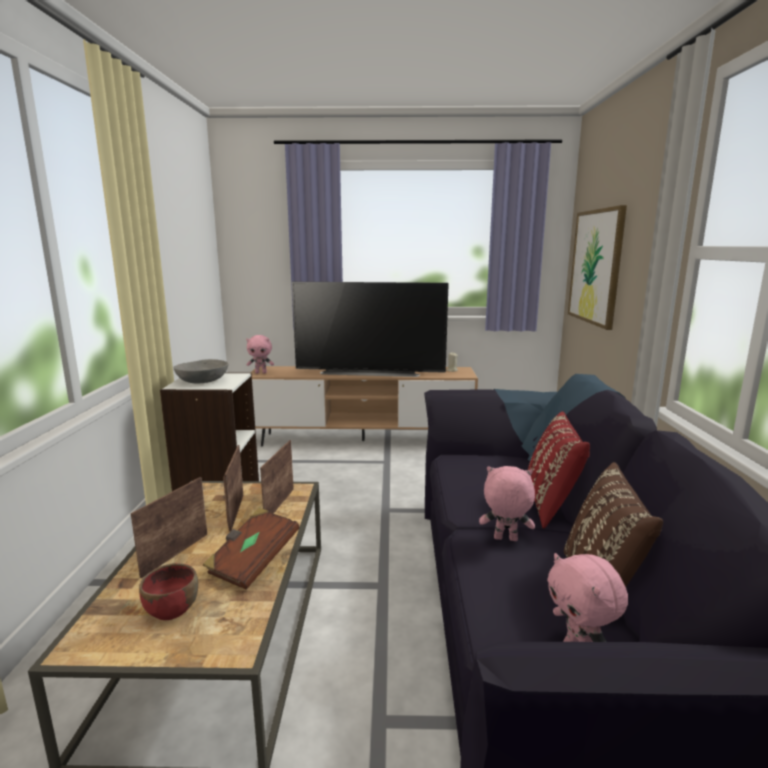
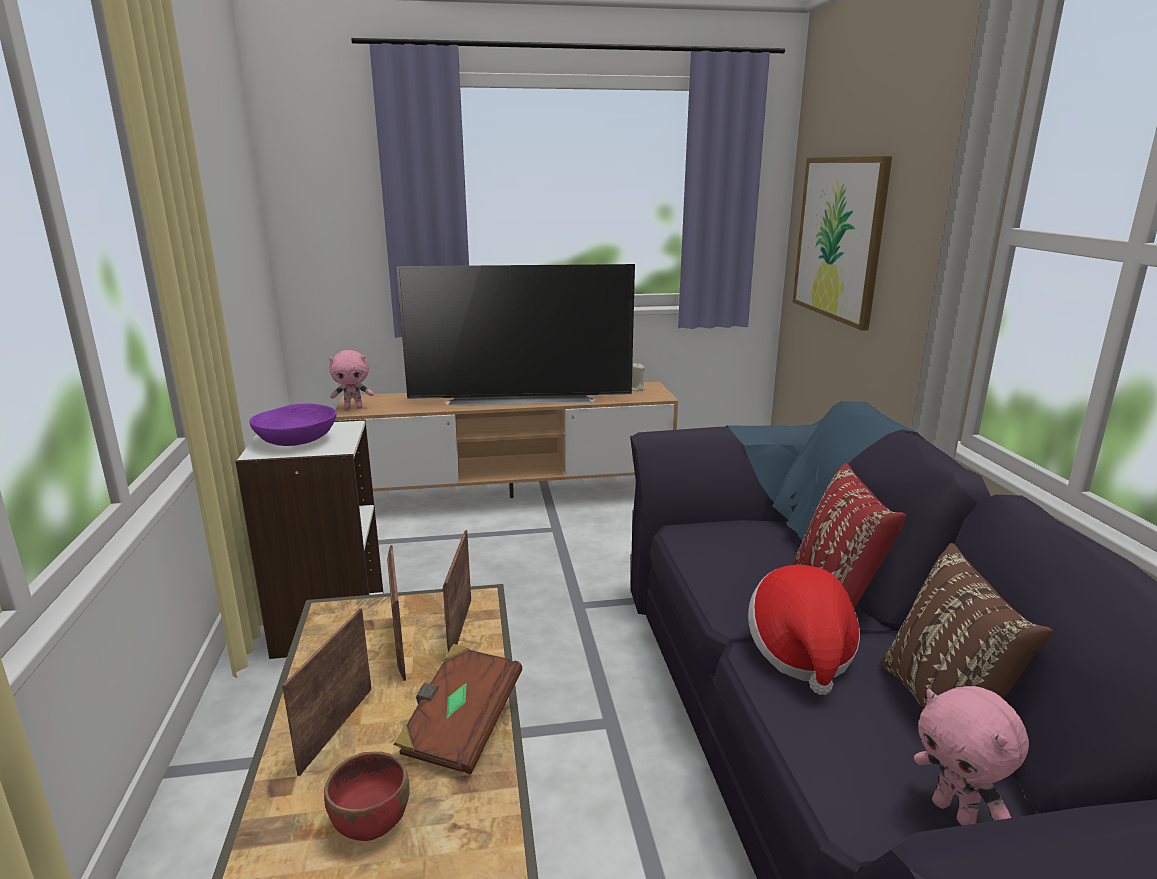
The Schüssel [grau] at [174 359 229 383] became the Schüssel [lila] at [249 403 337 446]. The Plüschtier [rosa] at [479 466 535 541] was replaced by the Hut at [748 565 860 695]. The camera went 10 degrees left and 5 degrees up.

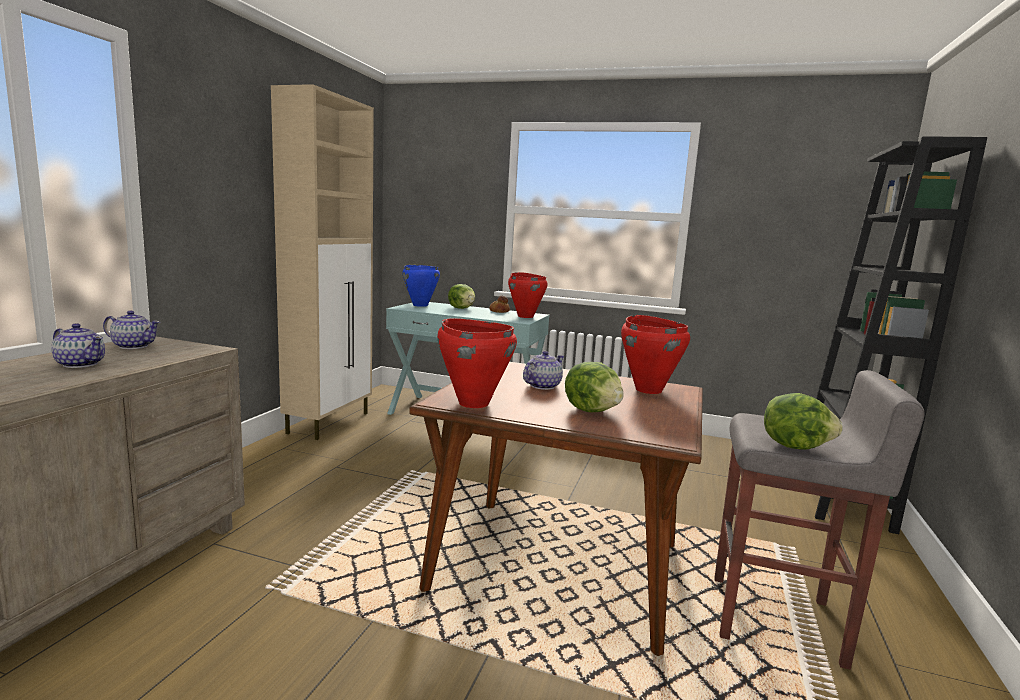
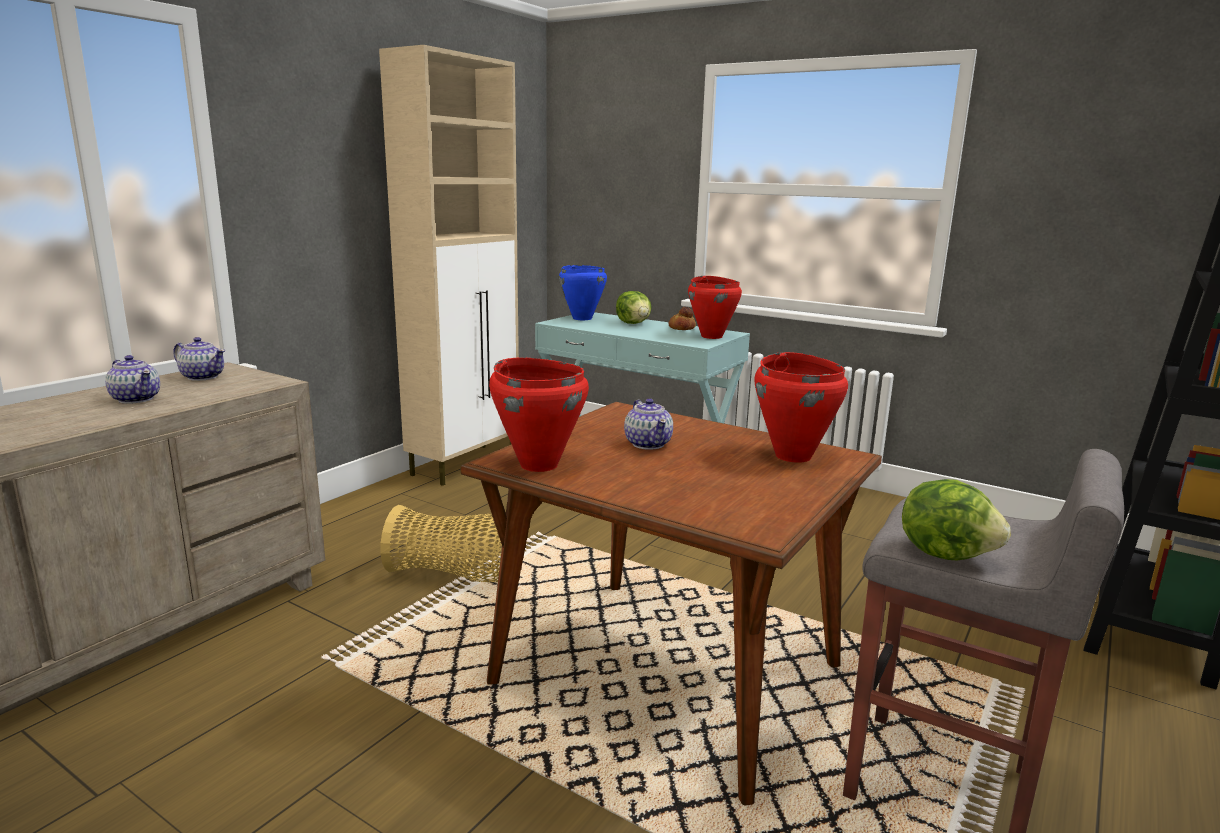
The Korb at [380 505 502 582] appeared. The Teekanne at [523 351 564 390] turned 105 degrees clockwise. The Salatkopf at [565 362 624 412] disappeared. The camera went 15 degrees right and 5 degrees up.

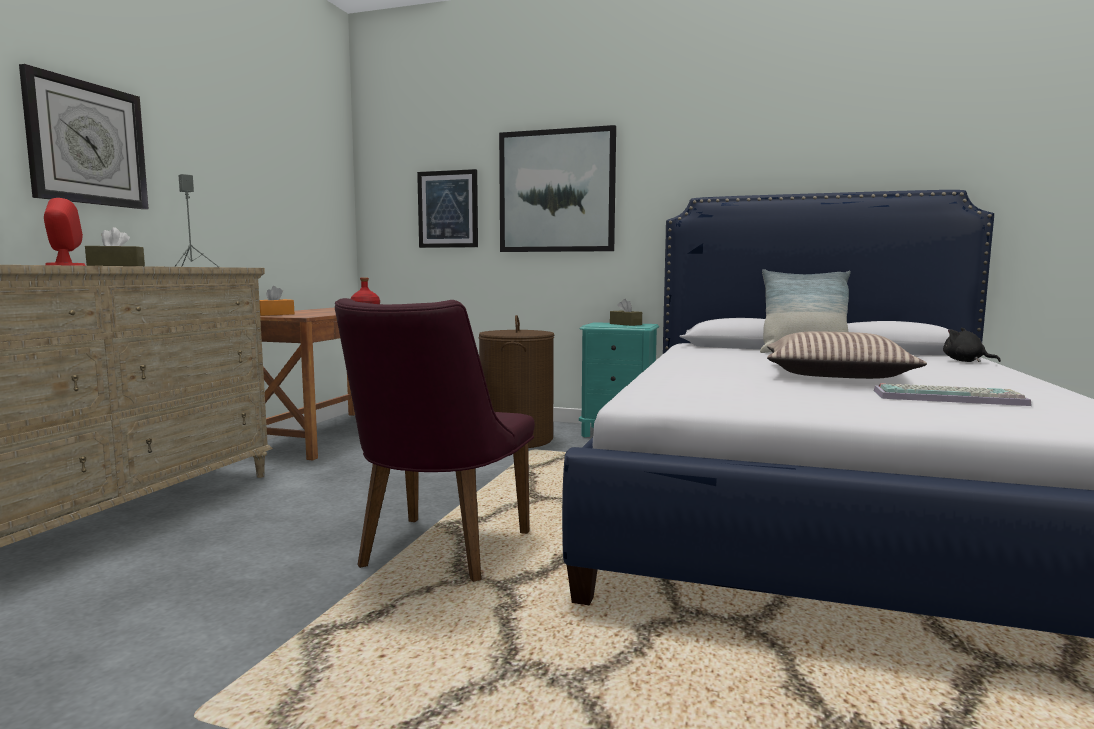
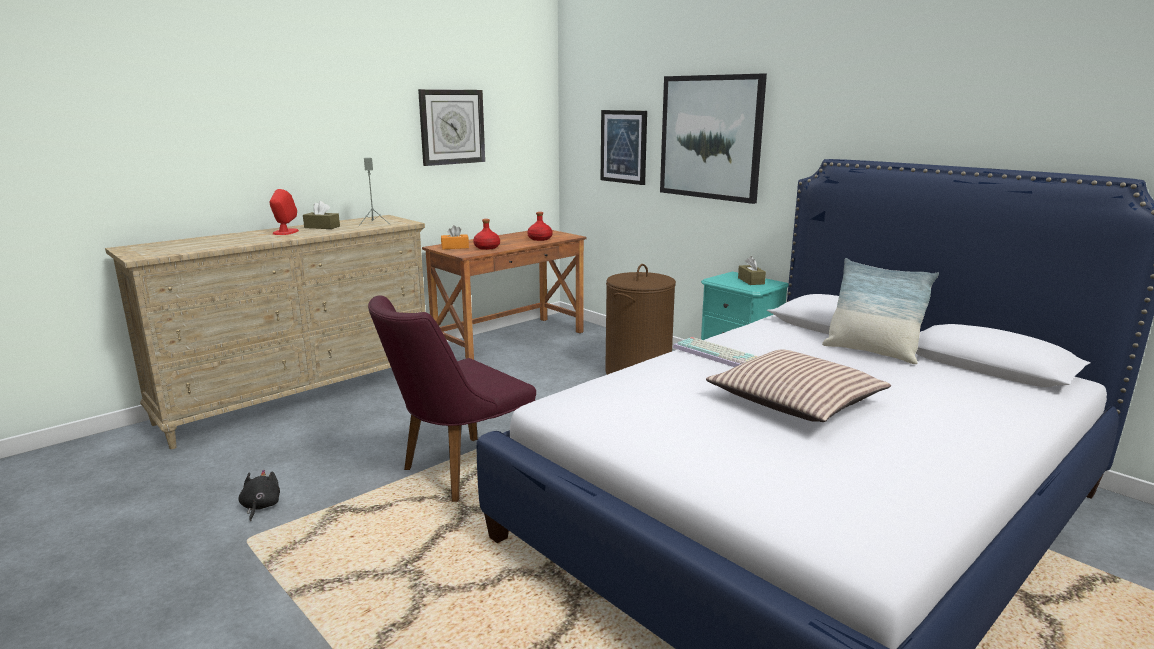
The Plüschtier [schwarz] moved from [943 328 1001 362] to [238 470 280 521]. The Wanduhr moved from [19 64 148 209] to [418 89 485 166]. The Flasche [rot] at [473 219 500 250] appeared. The Tastatur moved from [874 383 1032 406] to [673 337 758 367]. The camera went 30 degrees right and 10 degrees up.

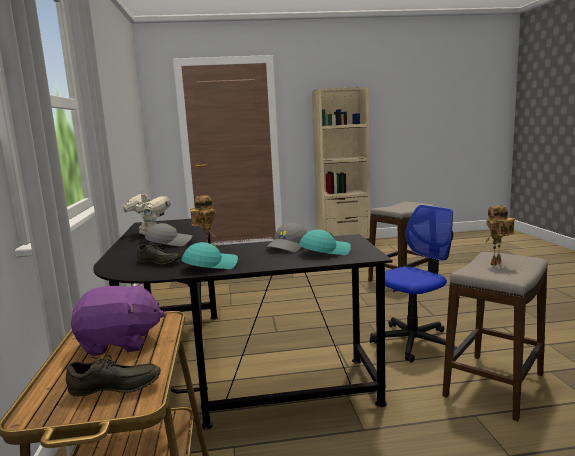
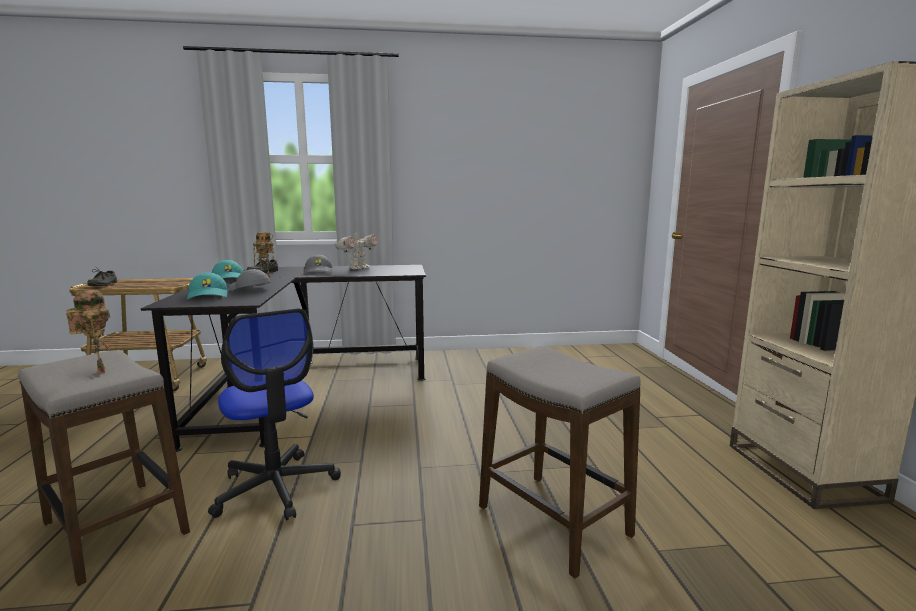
The Plüschtier [lila] at [71 283 165 356] disappeared. The camera went 90 degrees right and 0 degrees up.

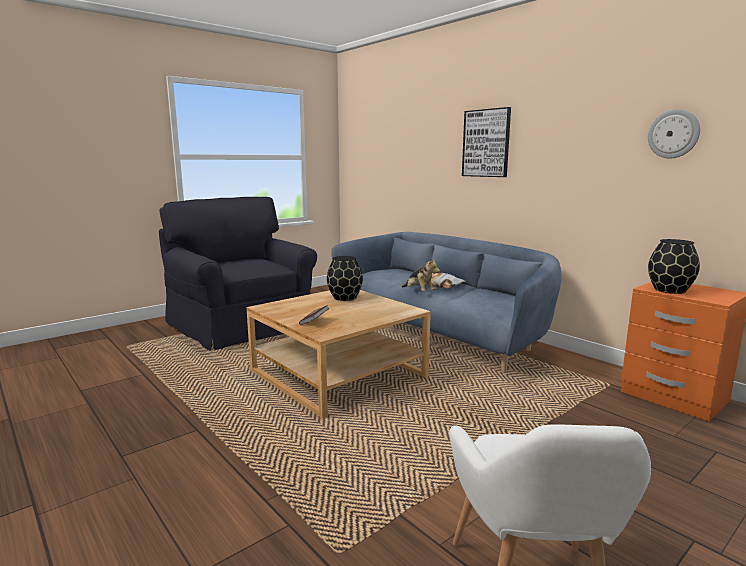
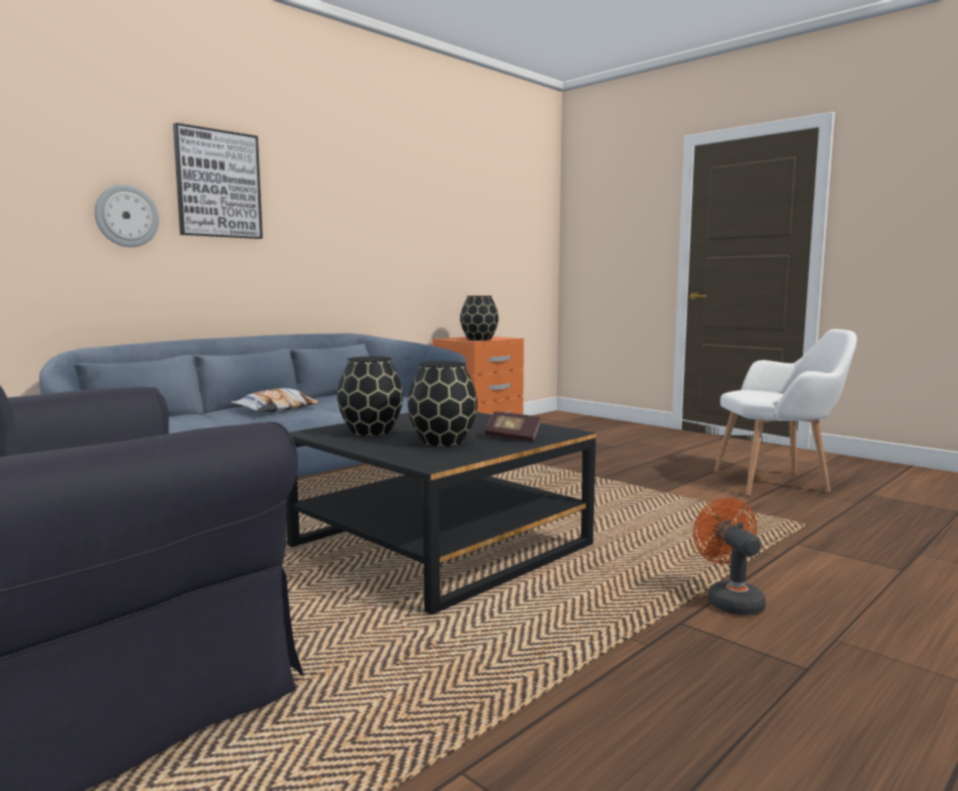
The Wanduhr moved from [648 109 700 159] to [95 184 159 247]. The Couchtisch [beige] at [246 290 431 418] became the Couchtisch [schwarz] at [286 412 596 615]. The Vase [schwarz] at [408 361 478 447] appeared. The Ventilator [orange] at [693 497 766 615] appeared. The Plüschtier at [402 258 440 291] disappeared. The camera went 95 degrees left and 5 degrees down.

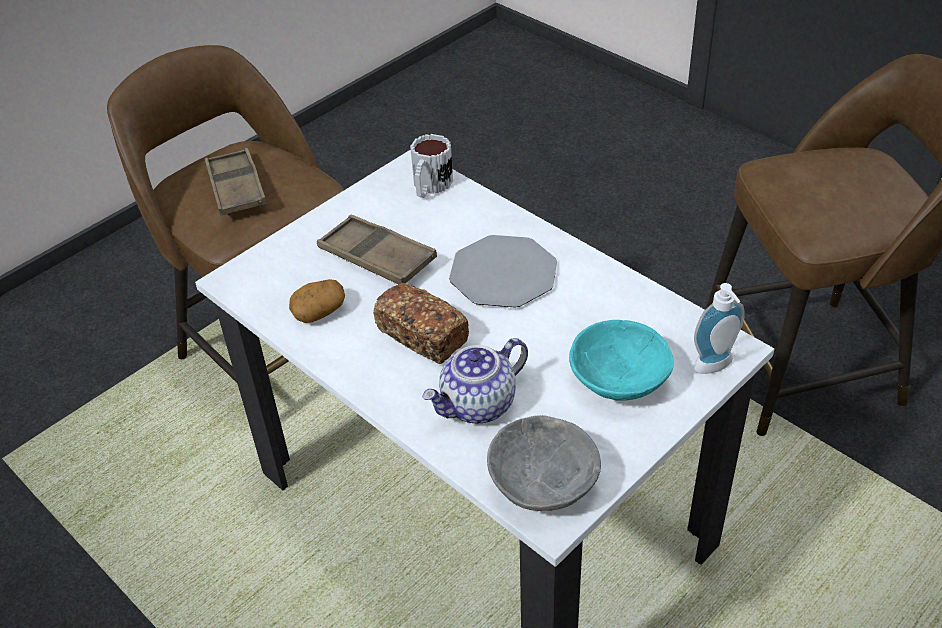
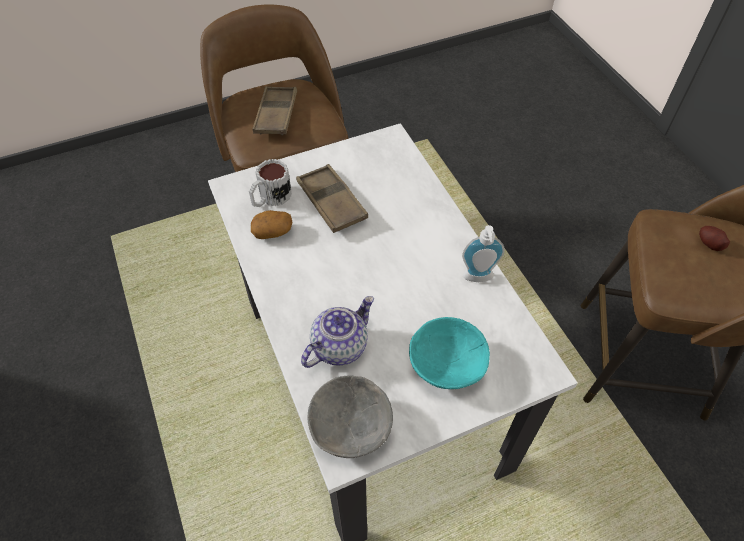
The Henkelbecher moved from [410 134 453 198] to [249 159 291 207]. The Teekanne at [422 338 528 423] turned 150 degrees clockwise. The Seifenspender moved from [693 283 745 374] to [462 225 505 282]. The Kartoffel at [699 226 730 251] appeared. The Brot at [373 283 469 364] disappeared. The Teller at [449 235 557 308] disappeared. The camera went 20 degrees right and 10 degrees up.

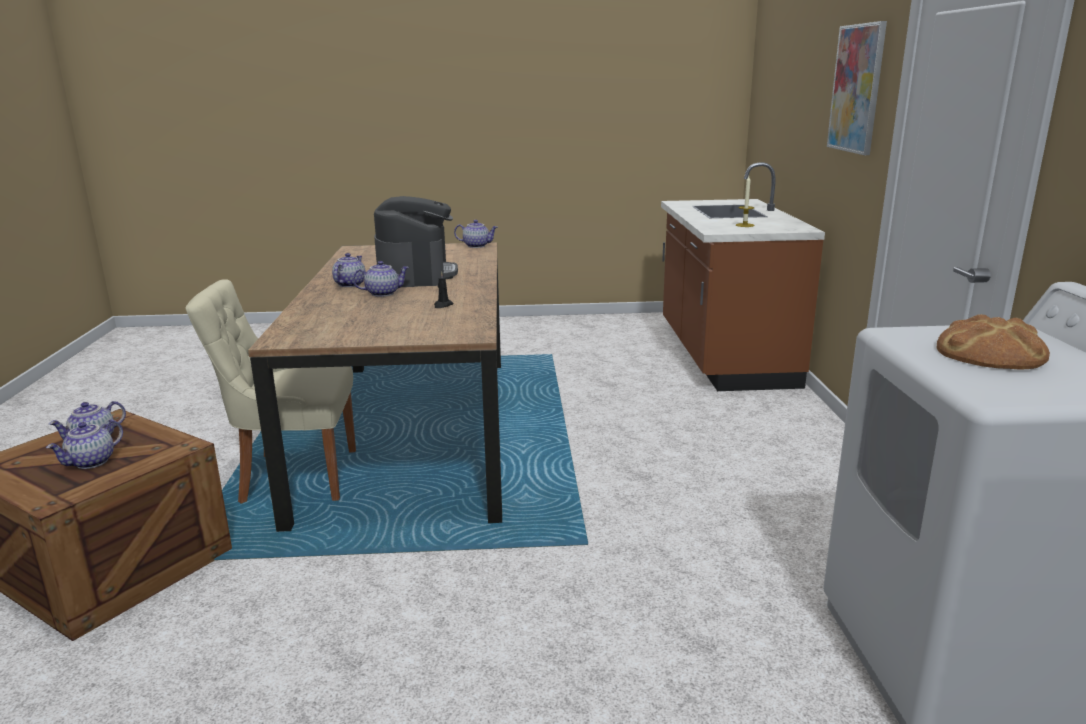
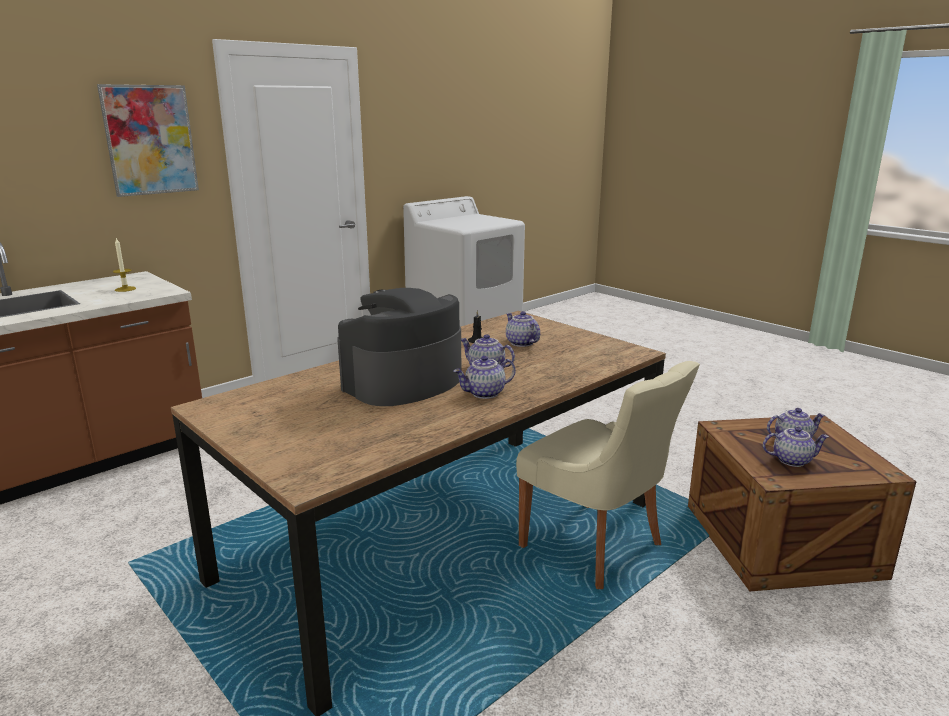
The Teekanne moved from [454 220 498 248] to [506 311 540 347]. The Brot at [937 314 1050 370] disappeared. The camera went 130 degrees left and 0 degrees up.

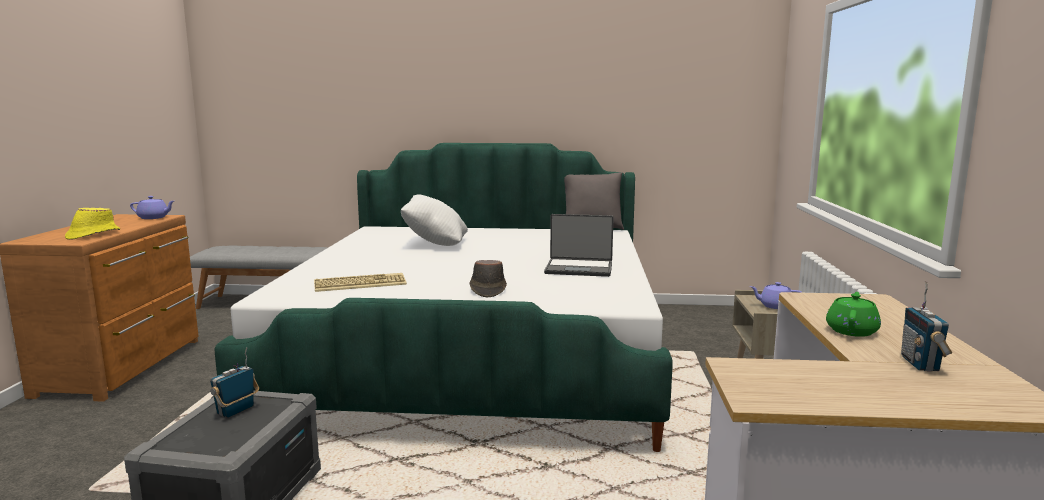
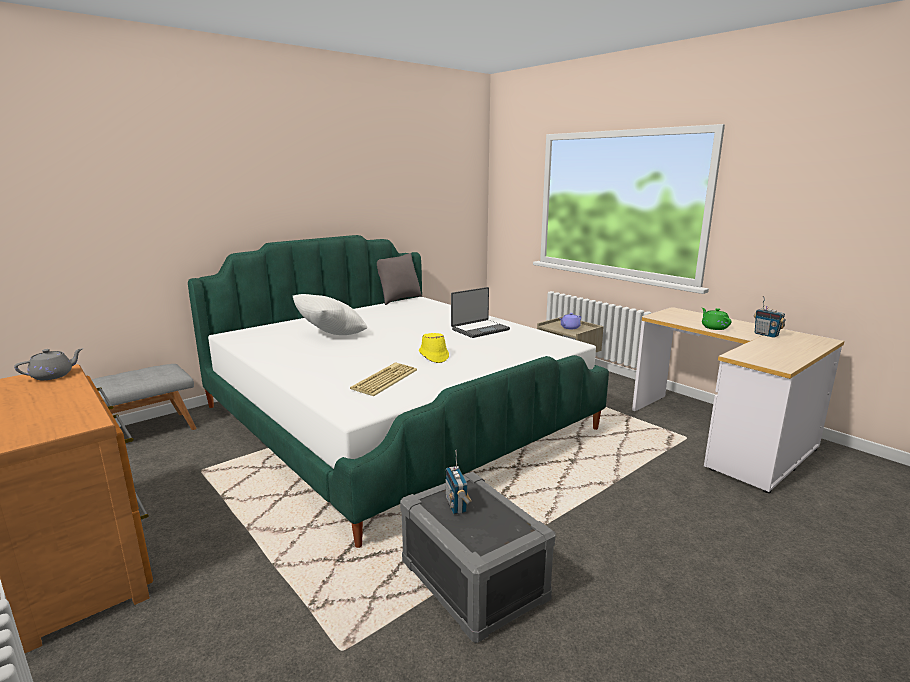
The Teekanne [lila] at [130 196 174 219] became the Teekanne [grau] at [14 348 83 380]. The Hut [gelb] moved from [65 208 120 240] to [419 333 449 363]. The Hut [braun] at [470 260 507 297] disappeared. The camera went 45 degrees left and 5 degrees up.

